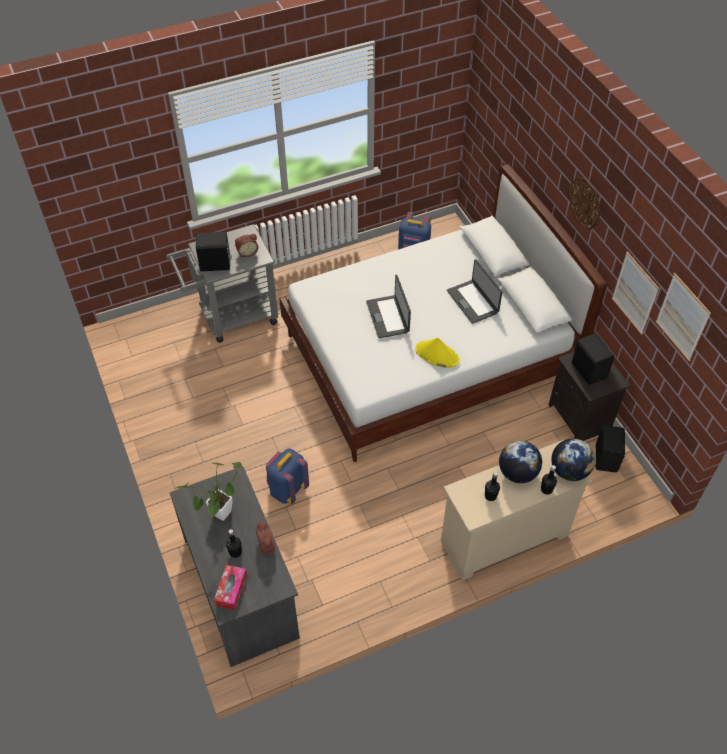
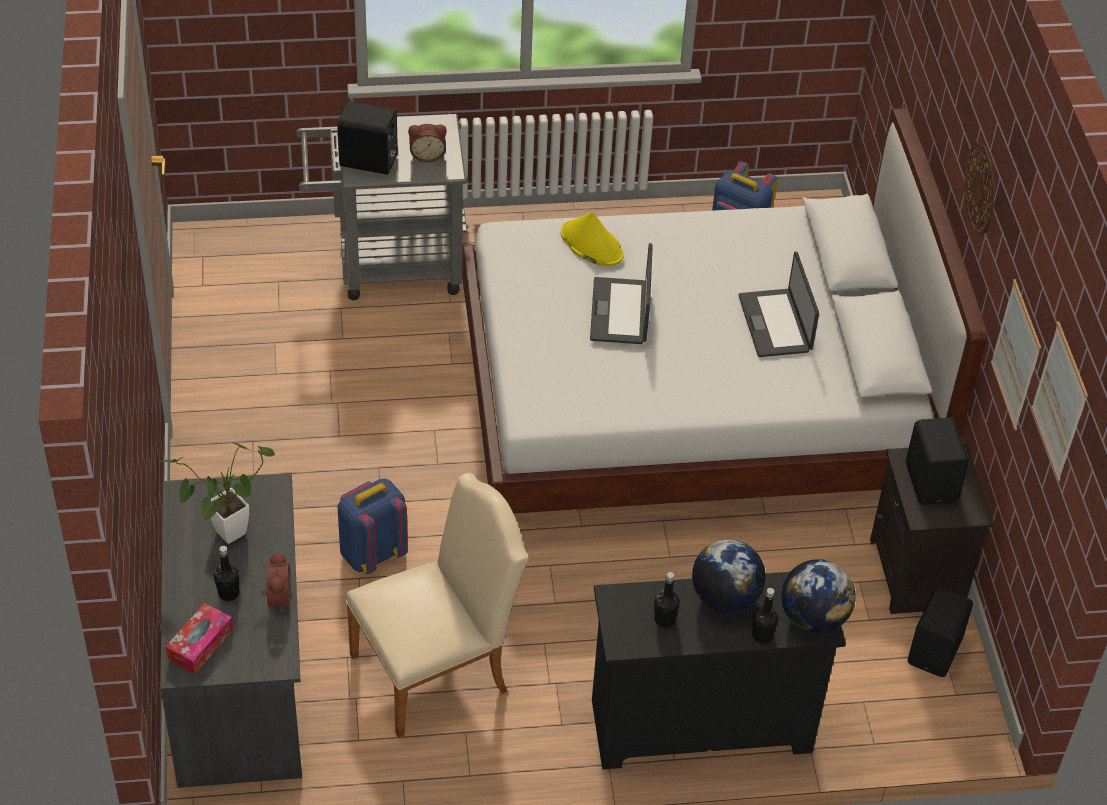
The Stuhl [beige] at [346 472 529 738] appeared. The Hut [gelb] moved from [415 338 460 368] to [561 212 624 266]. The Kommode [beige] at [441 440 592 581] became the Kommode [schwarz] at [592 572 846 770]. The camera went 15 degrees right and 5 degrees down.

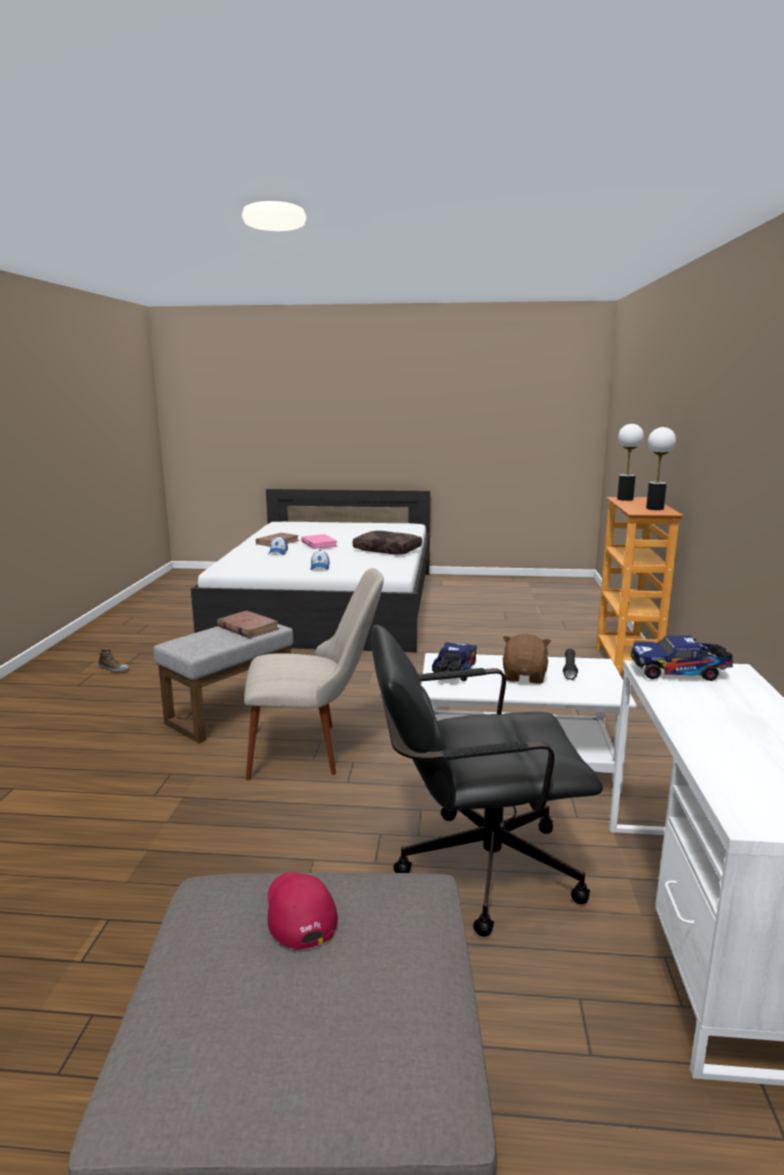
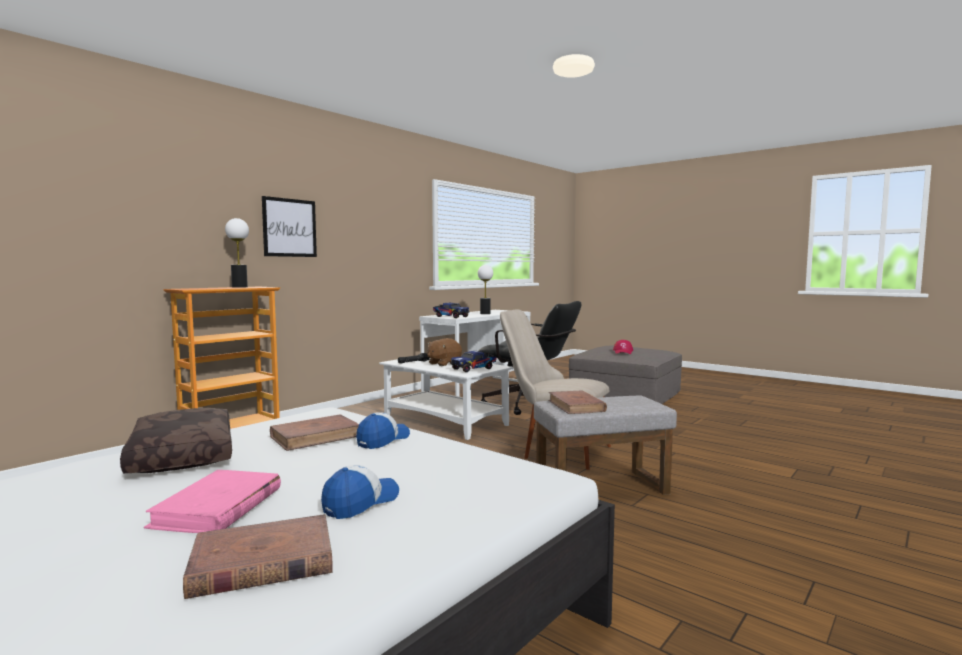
The Bild at [262 196 317 257] appeared. The Buch [braun] at [270 414 359 451] appeared. The Tischlampe moved from [617 424 644 501] to [478 265 493 314]. The Schuh at [99 649 129 672] disappeared. The camera went 145 degrees left and 10 degrees down.

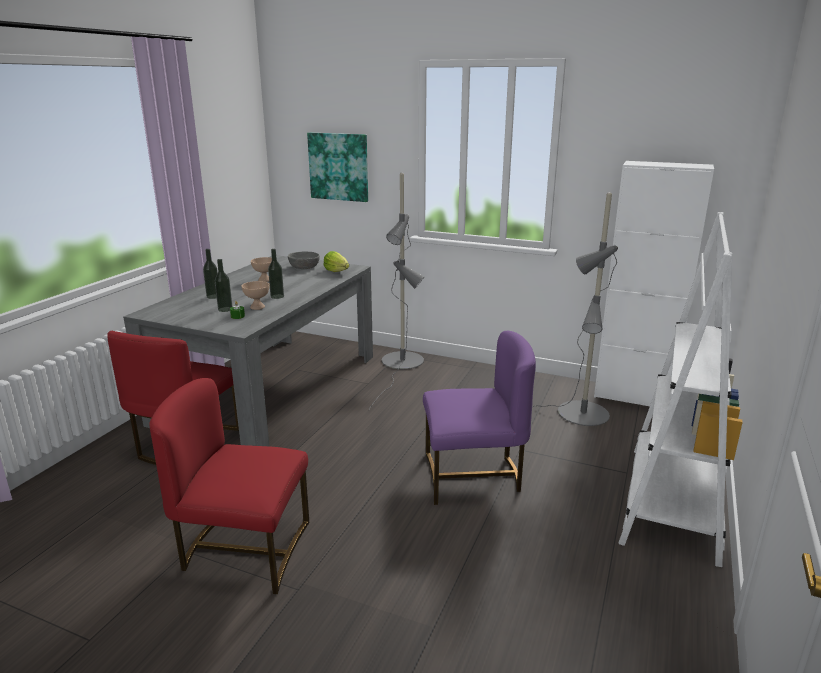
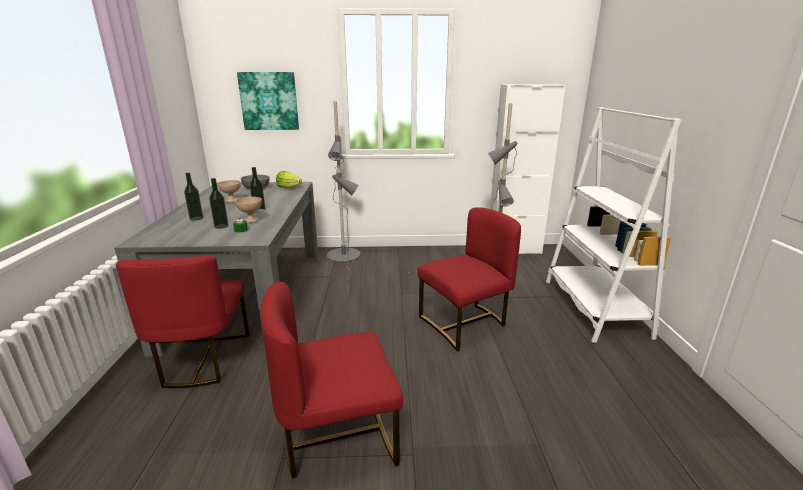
The Stuhl [lila] at [423 331 536 505] became the Stuhl [rot] at [418 207 521 352]. The camera went 25 degrees left and 0 degrees up.

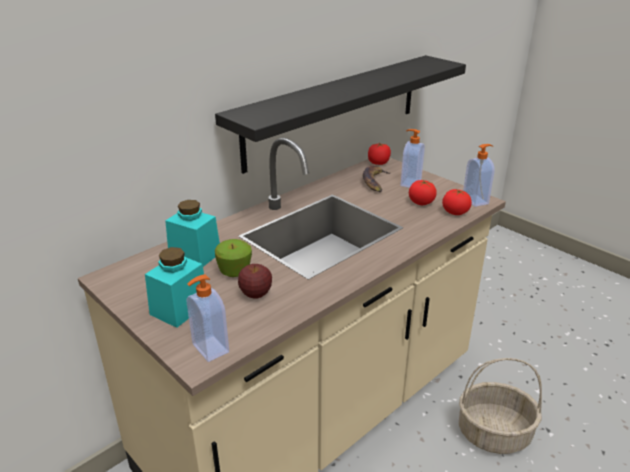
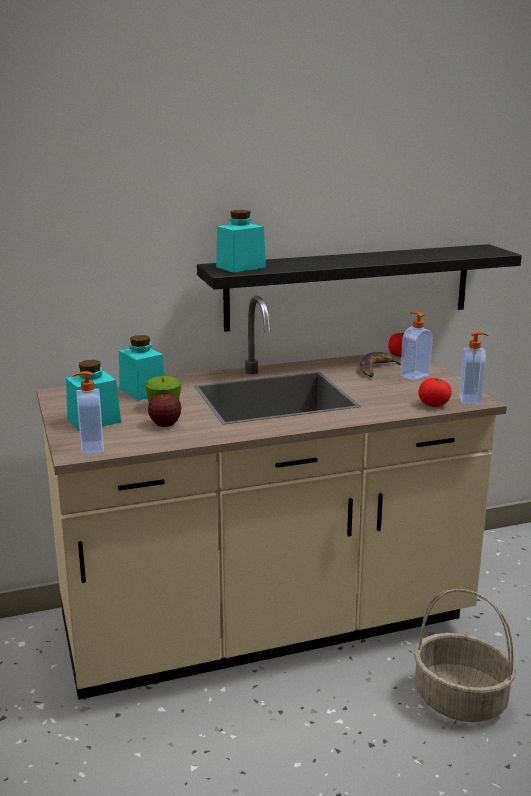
The Vorratsglas [türkis] at [216 210 266 273] appeared. The Tomate at [409 180 437 205] disappeared. The camera went 25 degrees right and 10 degrees down.

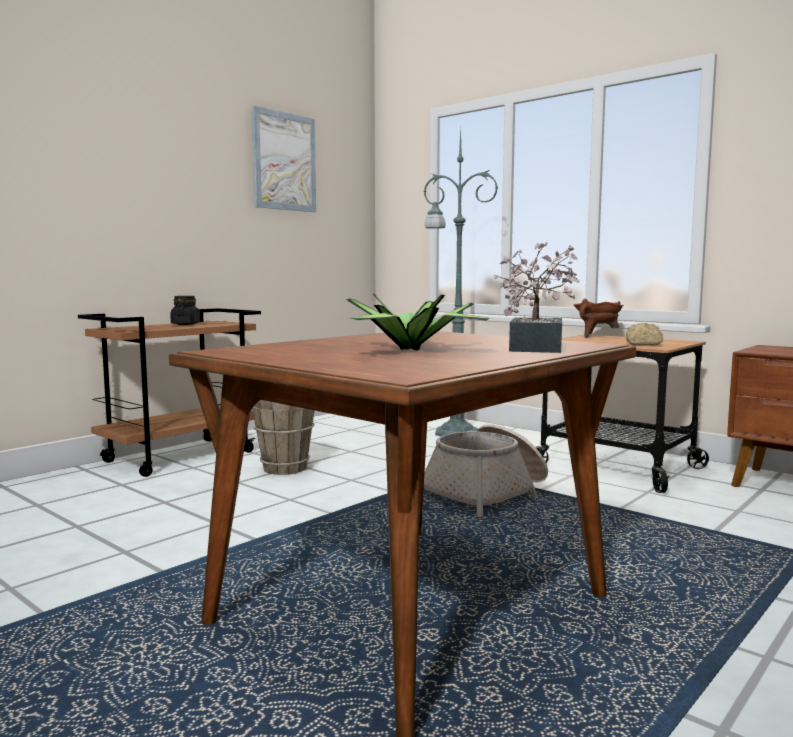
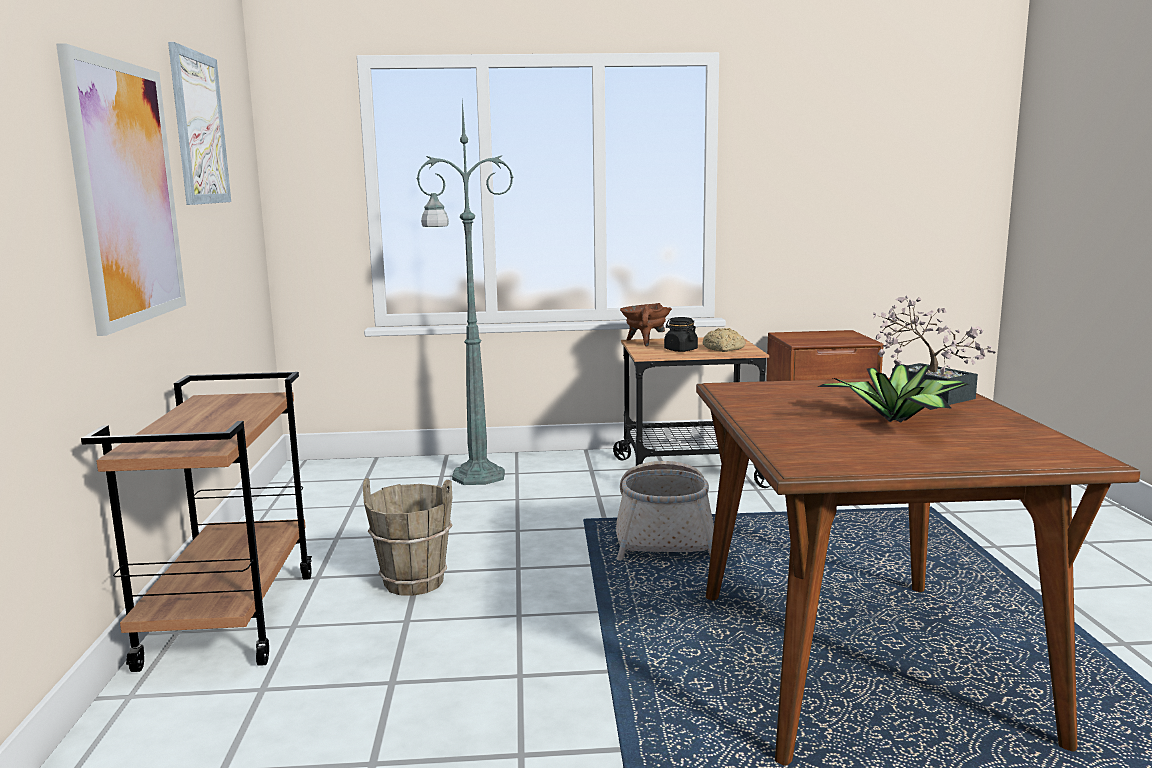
The Bild at [56 43 186 336] appeared. The Vorratsglas [schwarz] moved from [170 296 200 325] to [664 317 698 352]. The camera went 45 degrees left and 5 degrees up.

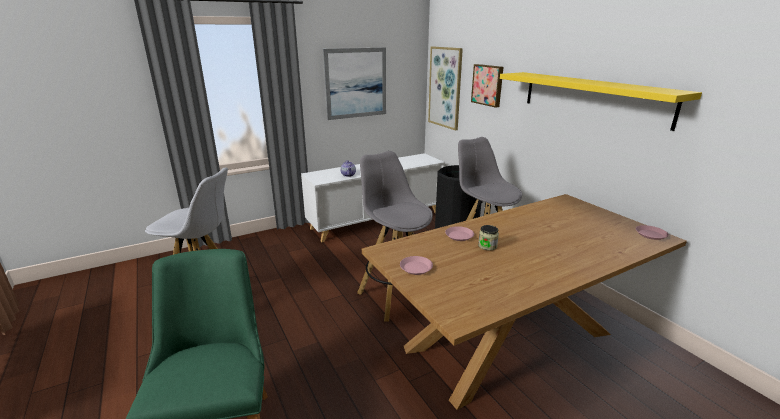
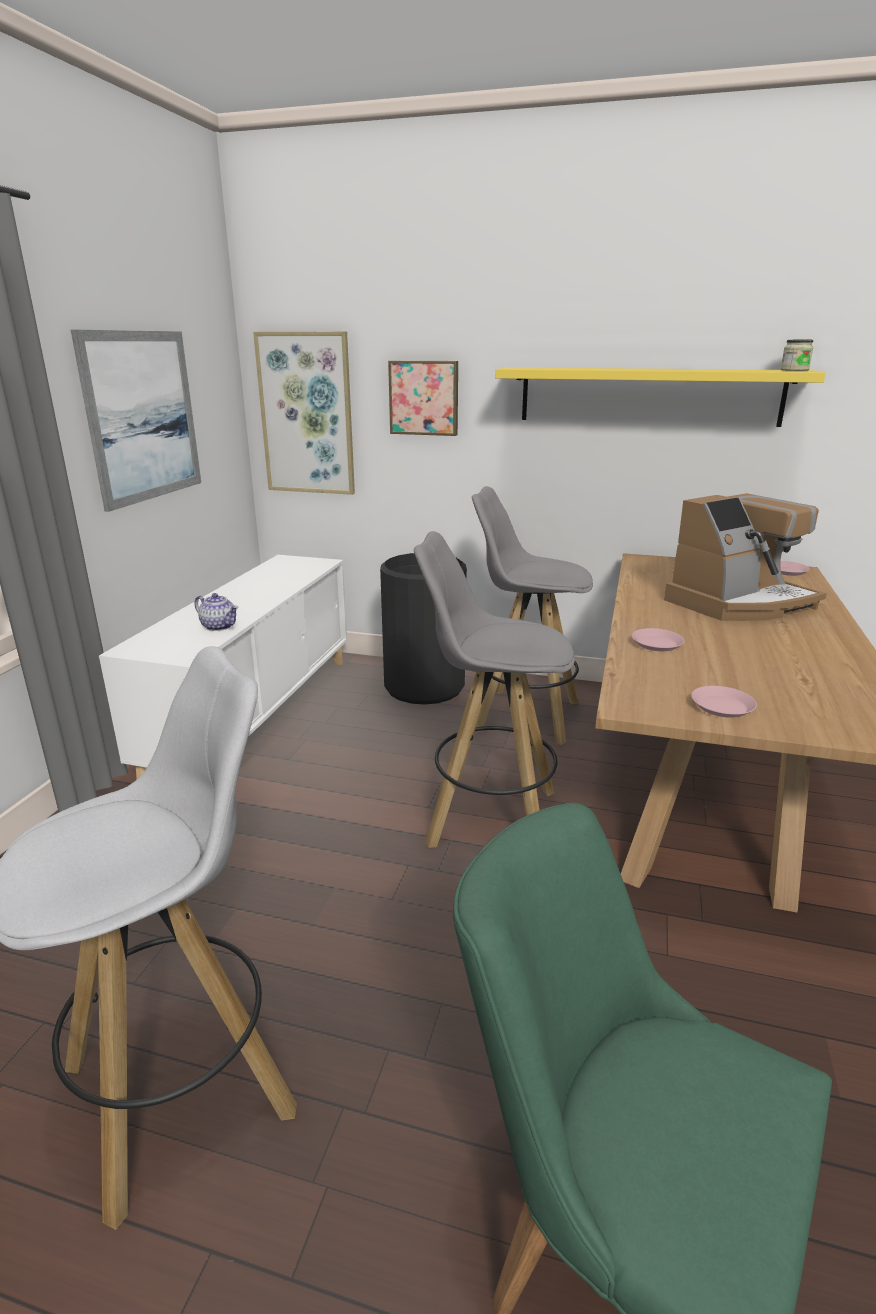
The Kaffeemaschine at [664 493 827 621] appeared. The Vorratsglas moved from [478 225 499 251] to [780 340 813 371]. The camera went 45 degrees left and 0 degrees up.

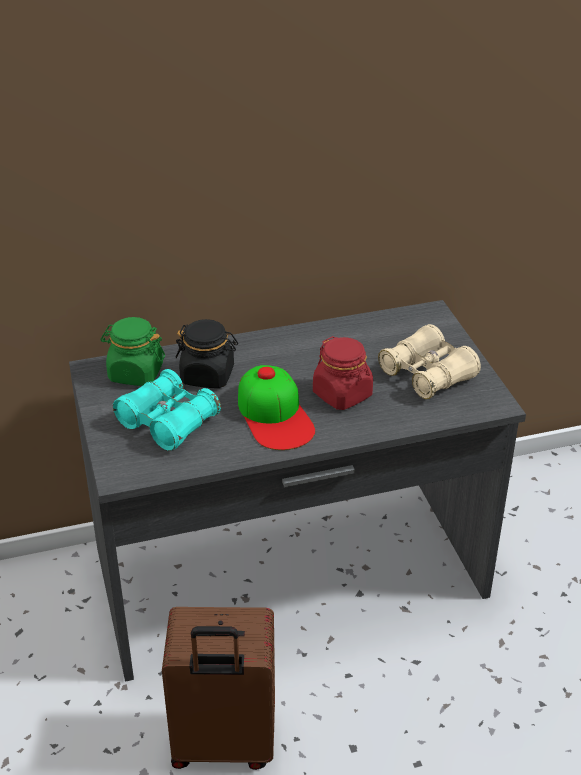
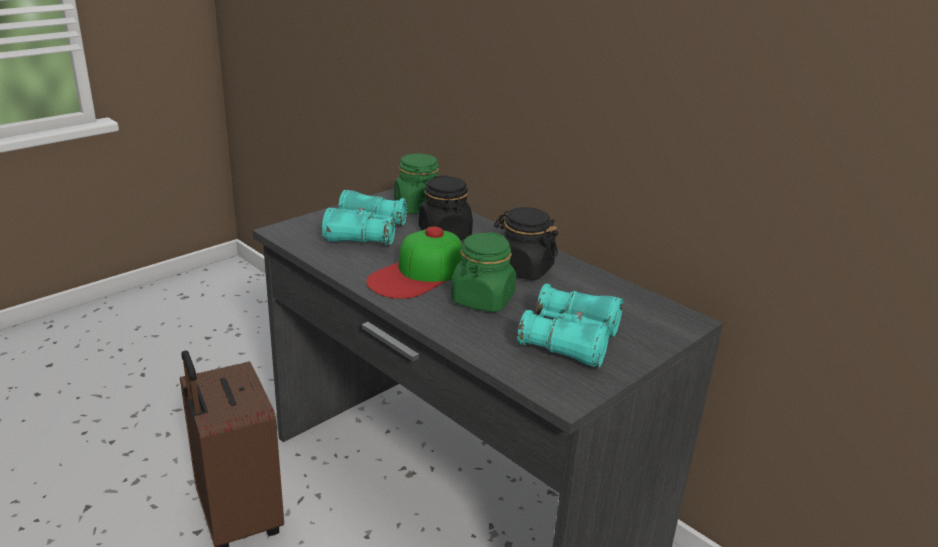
The Vorratsglas [rot] at [313 336 373 410] became the Vorratsglas [grün] at [451 232 516 312]. The Vorratsglas [schwarz] at [494 207 558 280] appeared. The Fernglas [beige] at [378 324 481 399] became the Fernglas [türkis] at [517 284 623 368]. The camera went 60 degrees right and 10 degrees down.

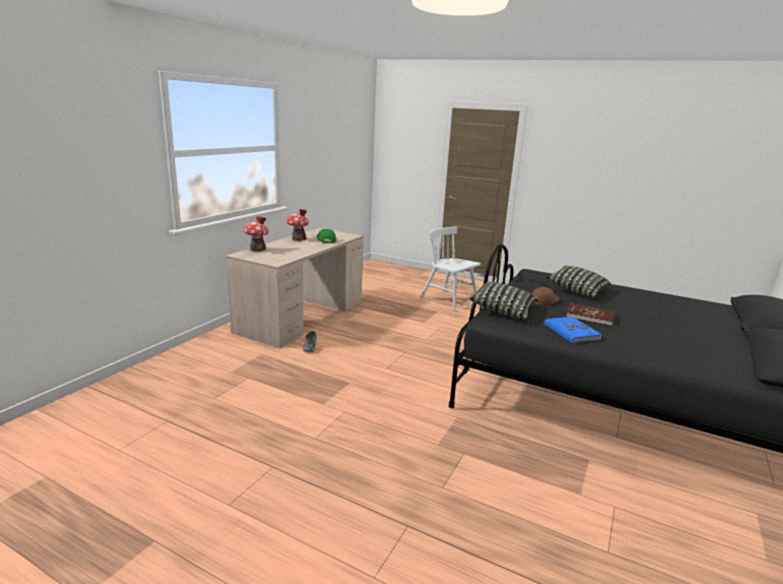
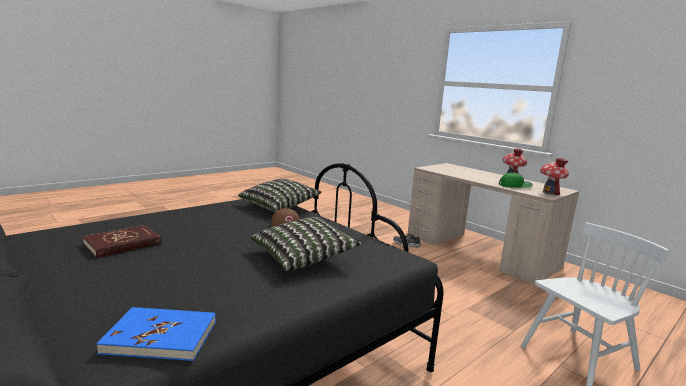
The Buch [rot] moved from [566 303 615 326] to [83 225 161 258]. The Buch [blau] moved from [544 317 602 343] to [96 307 216 361]. The Spielzeughaus moved from [243 216 269 252] to [540 158 569 195]. The camera went 110 degrees right and 5 degrees down.

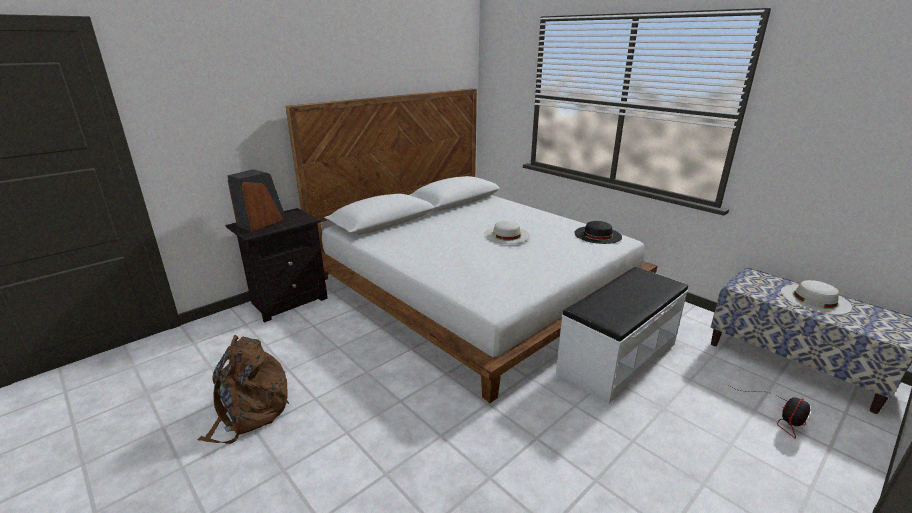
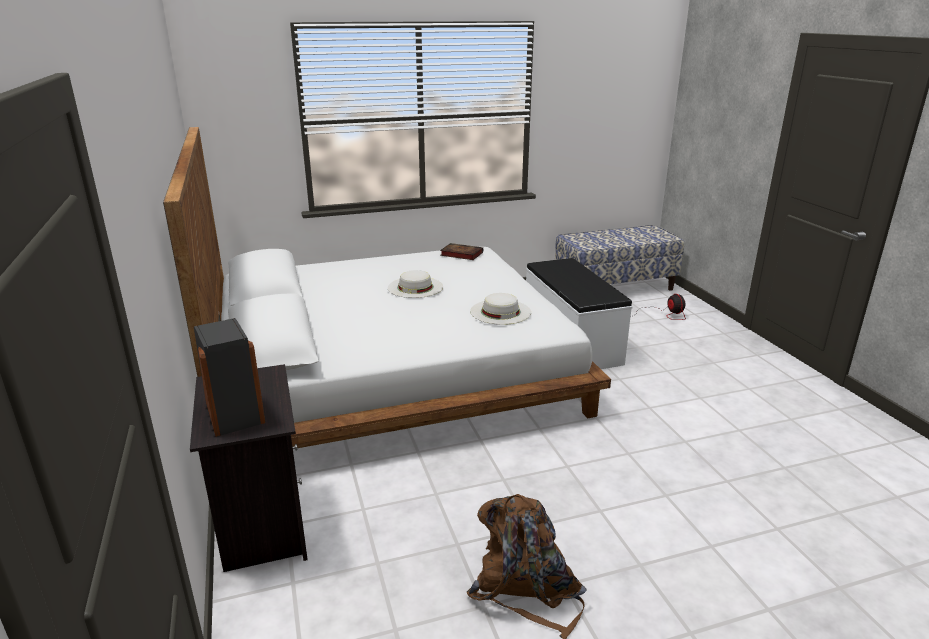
The Hut [schwarz] at [575 221 622 244] was replaced by the Buch at [440 243 483 260]. The Hut [weiß] moved from [781 280 852 315] to [470 293 531 325]. The camera went 65 degrees left and 0 degrees up.

